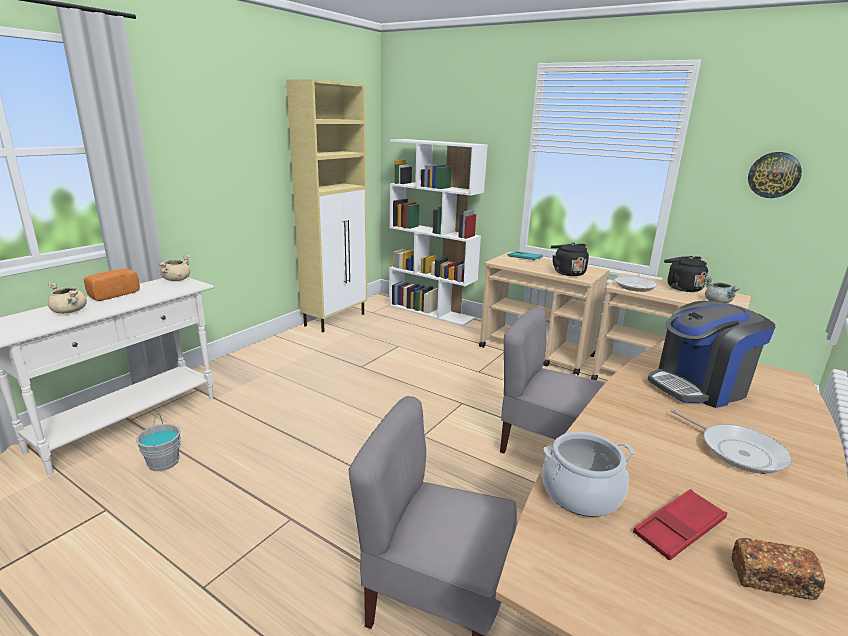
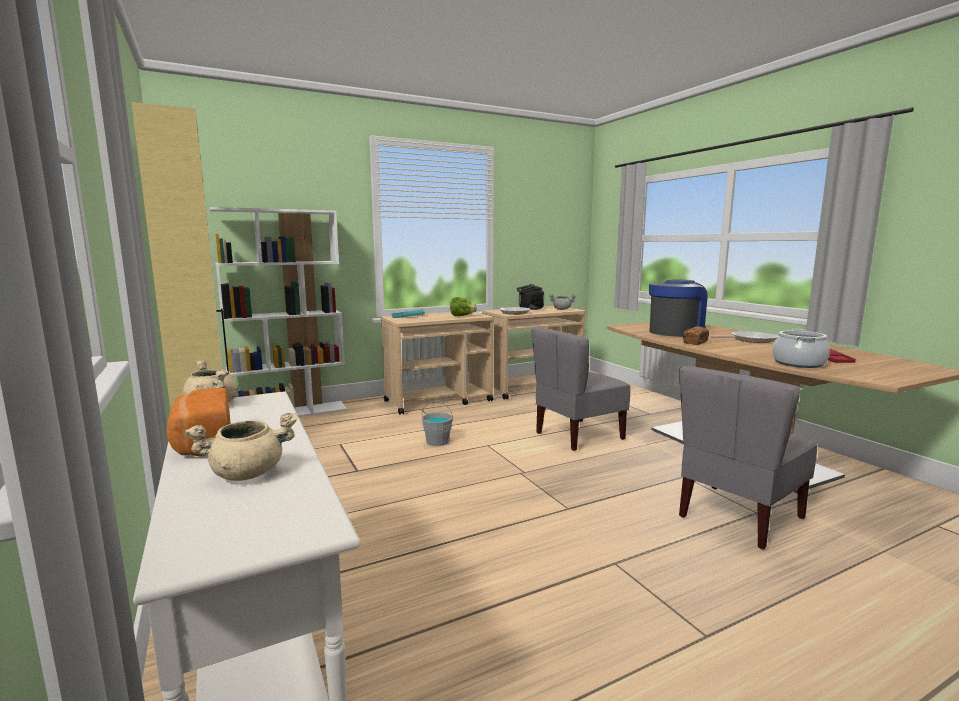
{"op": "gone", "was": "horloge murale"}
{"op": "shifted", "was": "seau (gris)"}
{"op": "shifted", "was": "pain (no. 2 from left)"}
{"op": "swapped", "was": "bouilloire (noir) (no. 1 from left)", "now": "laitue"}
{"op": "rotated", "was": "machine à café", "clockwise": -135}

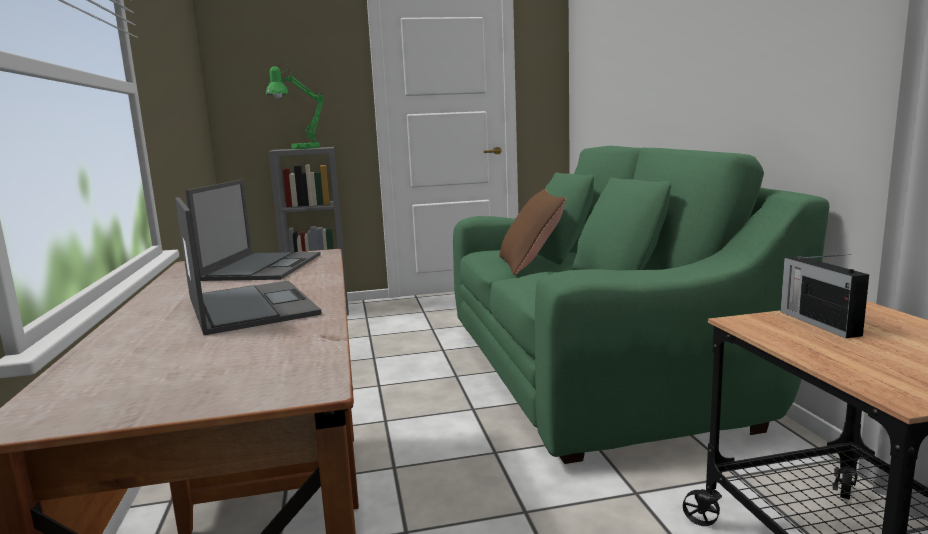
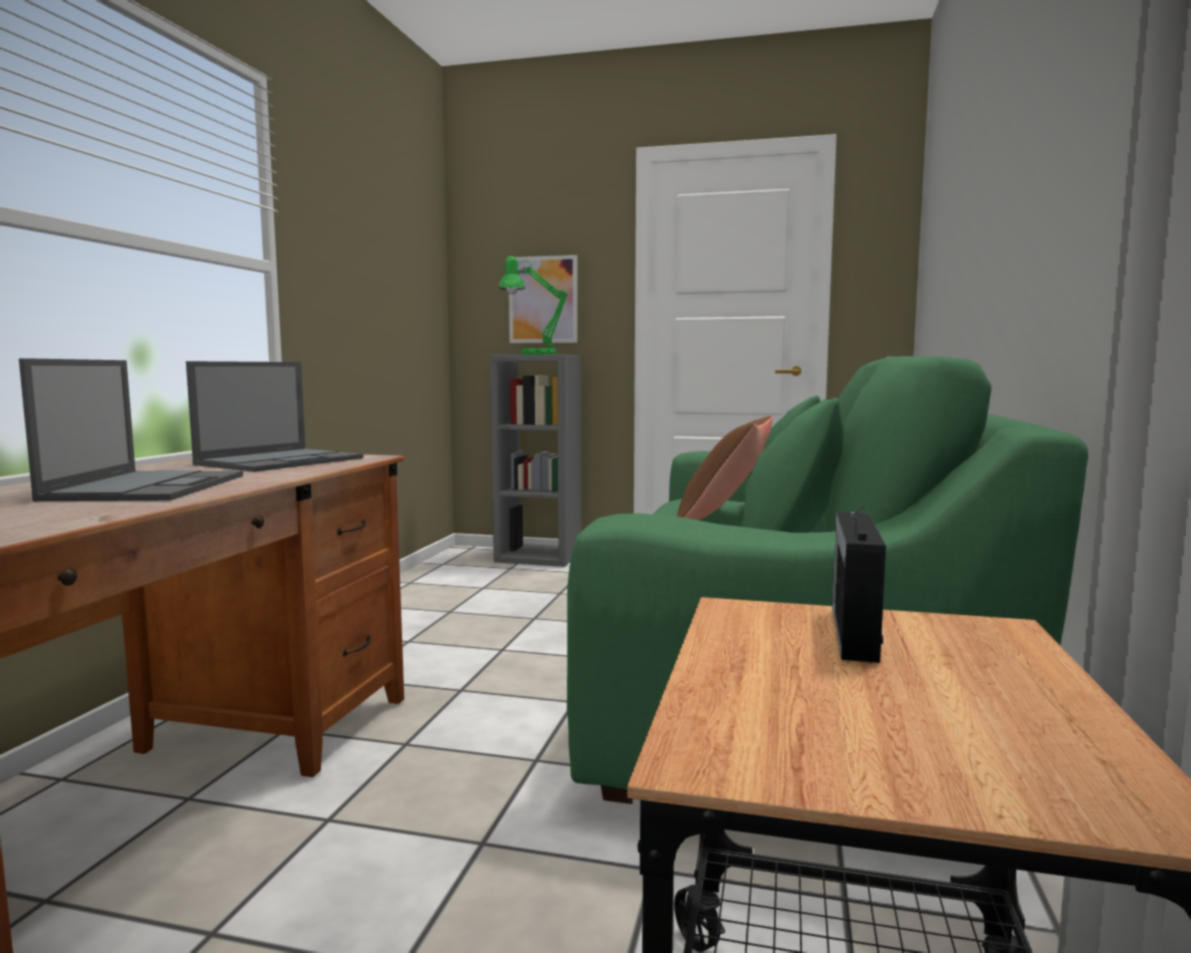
{"op": "new", "now": "tableau"}

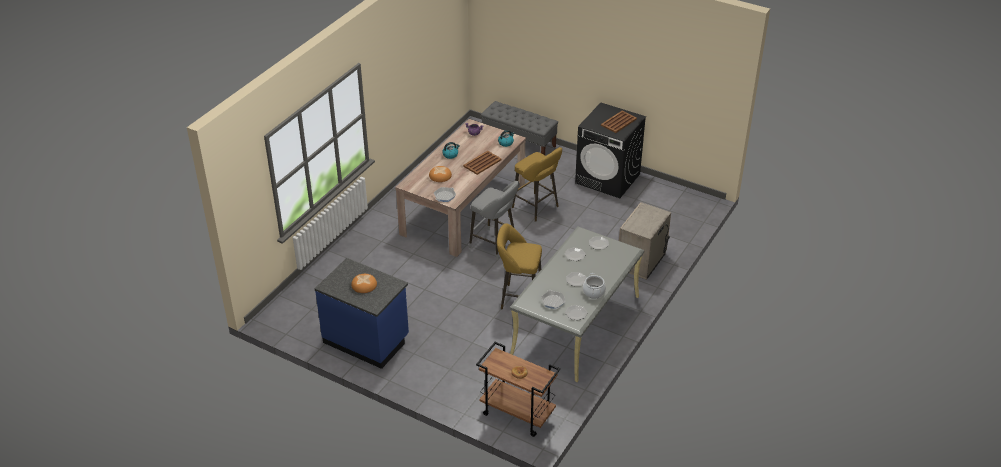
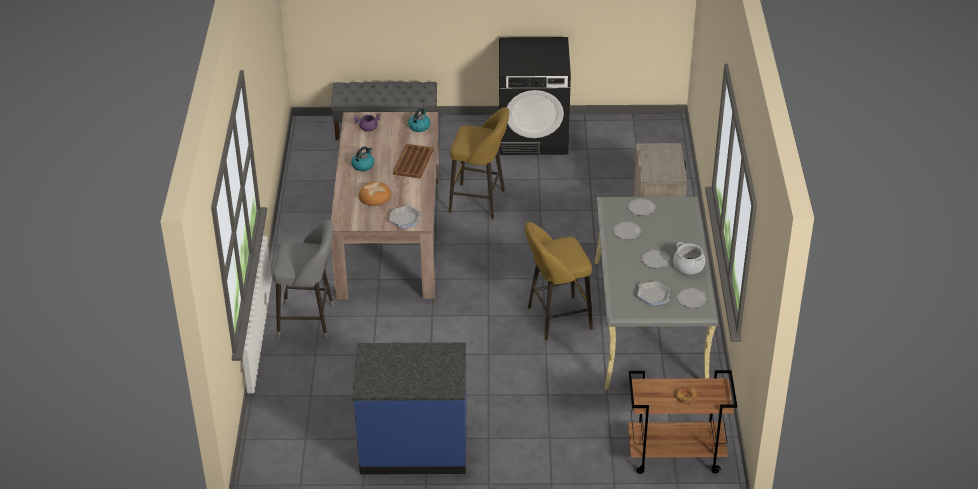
{"op": "gone", "was": "pain (no. 1 from left)"}
{"op": "gone", "was": "plateau (marron) (no. 2 from left)"}
{"op": "shifted", "was": "tabouret (gris)"}

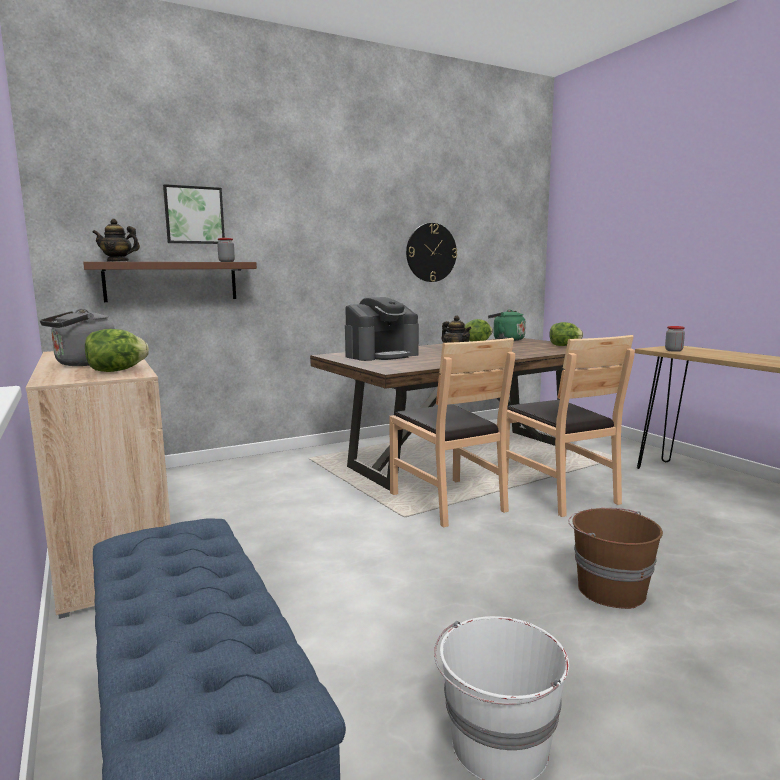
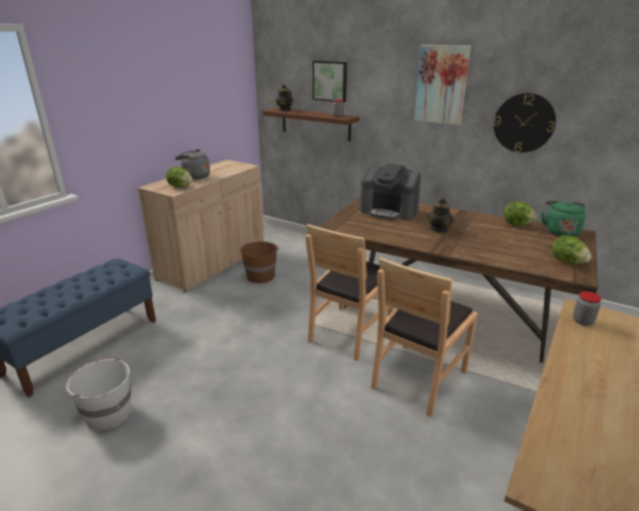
{"op": "new", "now": "tableau (no. 2 from left)"}
{"op": "shifted", "was": "seau (marron)"}

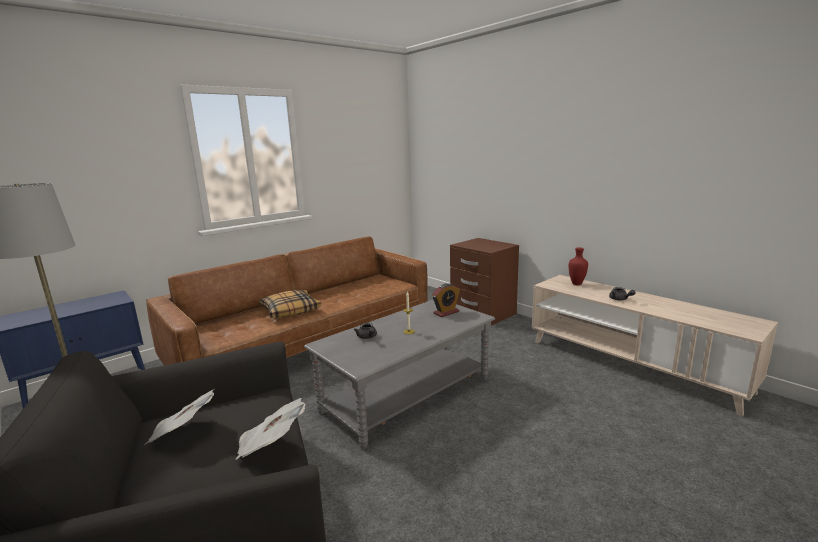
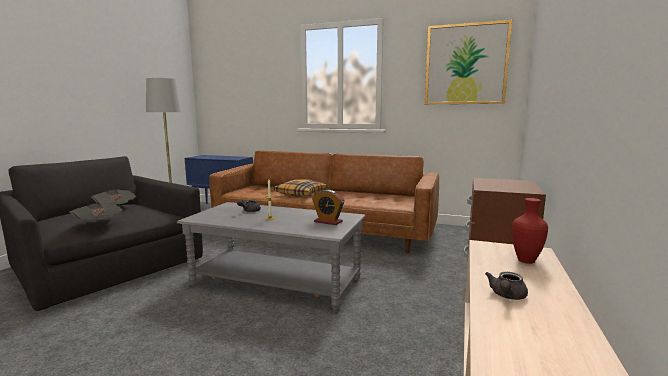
{"op": "new", "now": "tableau"}

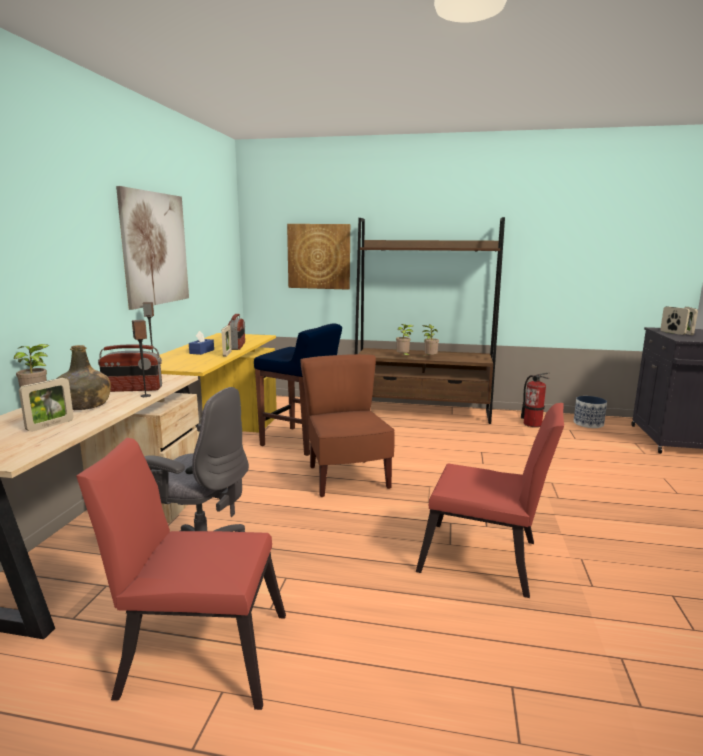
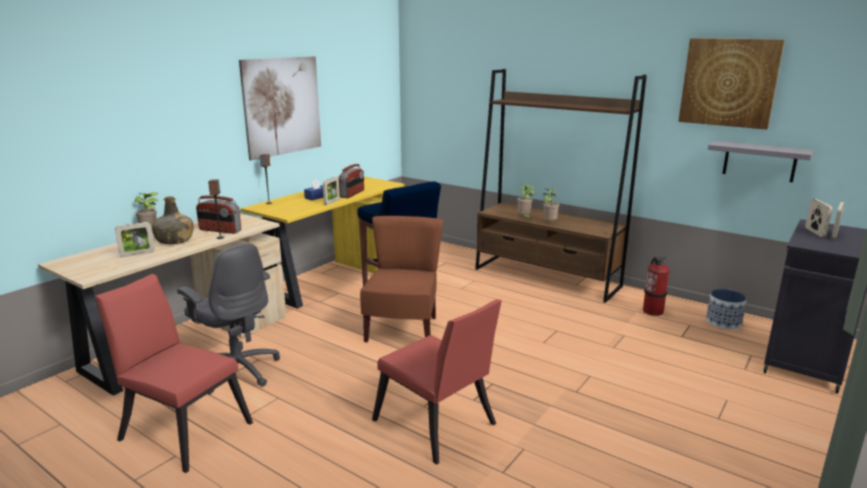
{"op": "new", "now": "étagère (gris)"}
{"op": "shifted", "was": "tableau (no. 2 from left)"}

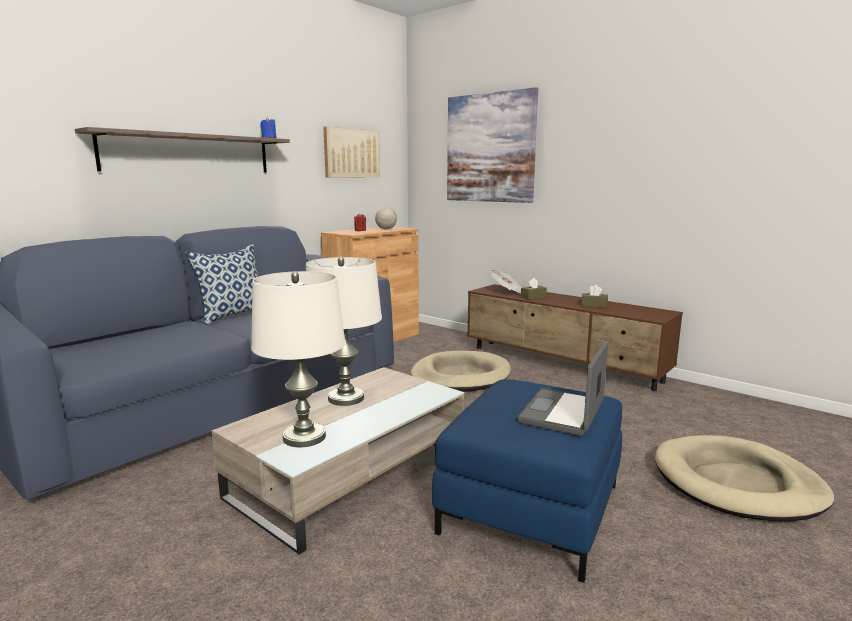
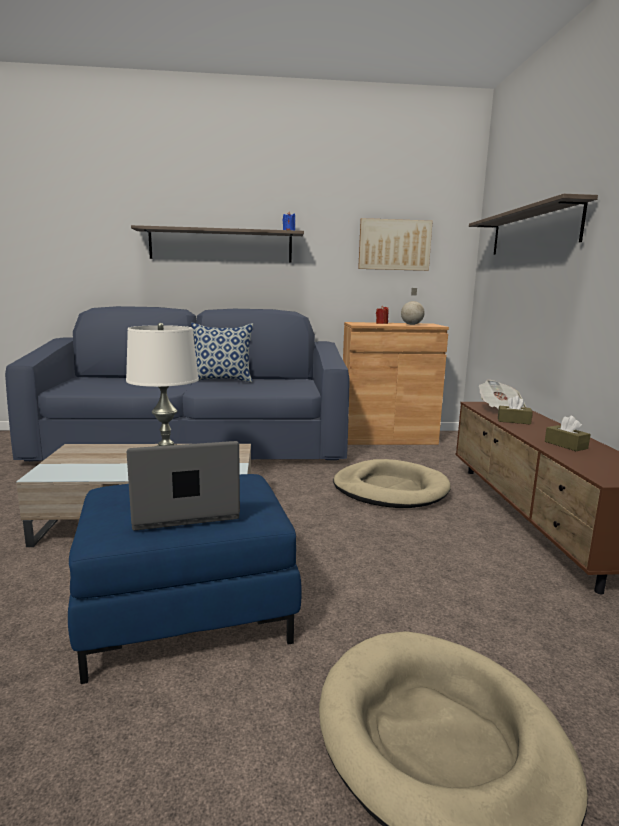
{"op": "gone", "was": "lampe de table (blanc) (no. 1 from left)"}
{"op": "swapped", "was": "tableau (no. 2 from left)", "now": "étagère (no. 2 from left)"}

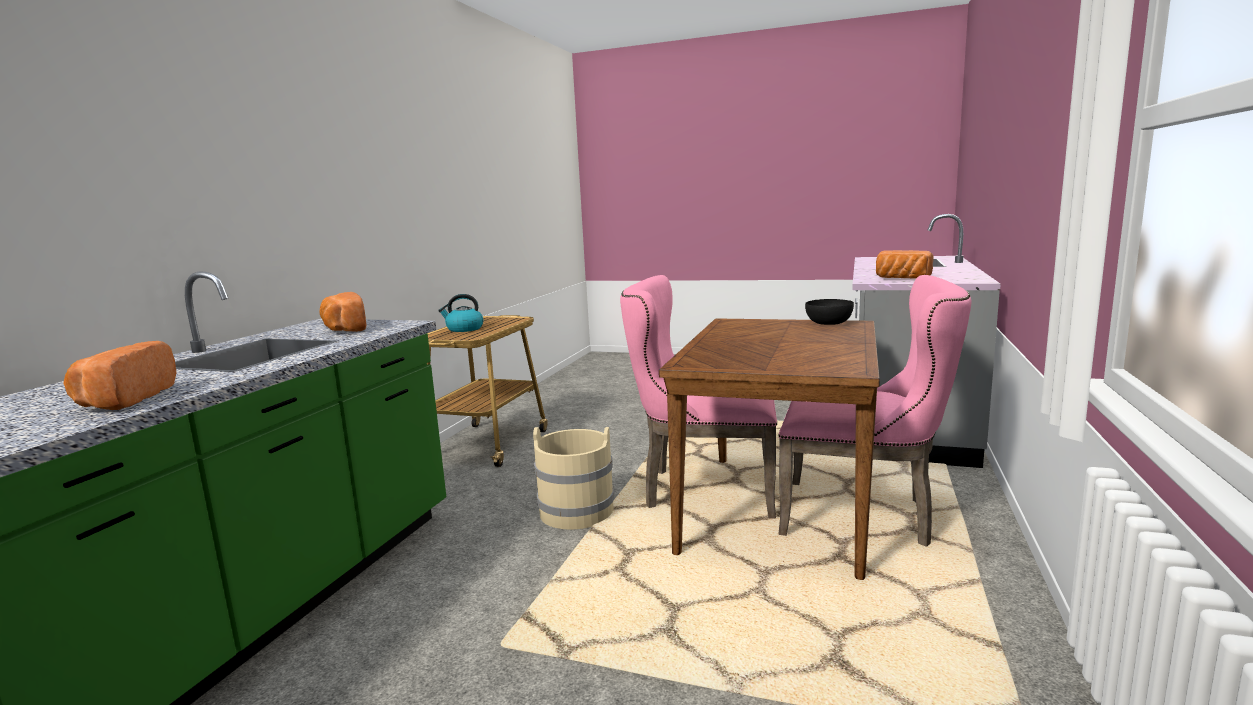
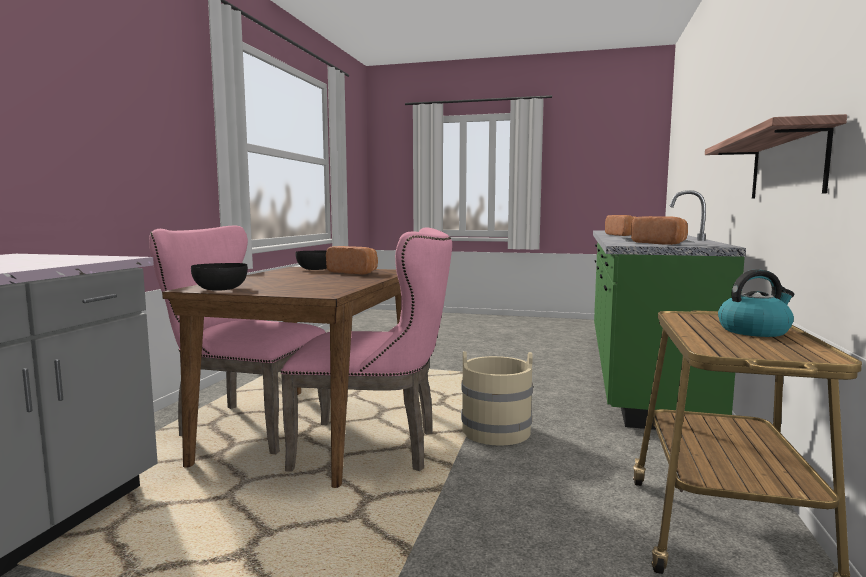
{"op": "new", "now": "bol (noir) (no. 2 from left)"}
{"op": "new", "now": "étagère"}
{"op": "shifted", "was": "pain (no. 3 from left in the first image)", "now": "pain (no. 1 from left)"}

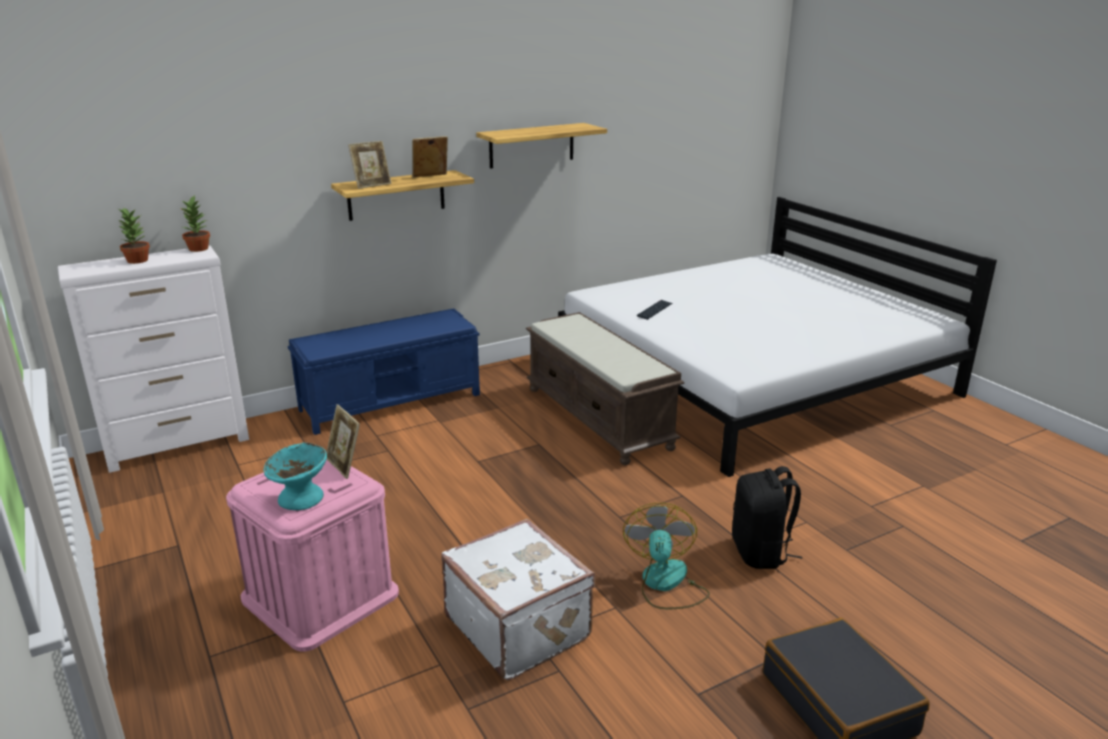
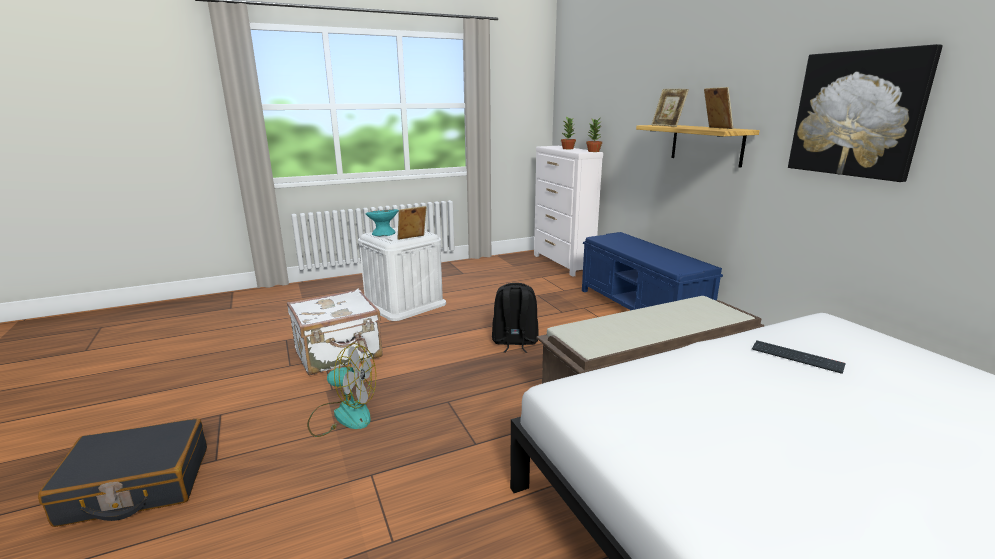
{"op": "shifted", "was": "sac à dos (noir)"}
{"op": "swapped", "was": "étagère (no. 2 from left)", "now": "tableau"}
{"op": "repainted", "was": "boîte de rangement (rose)", "now": "boîte de rangement (blanc)"}

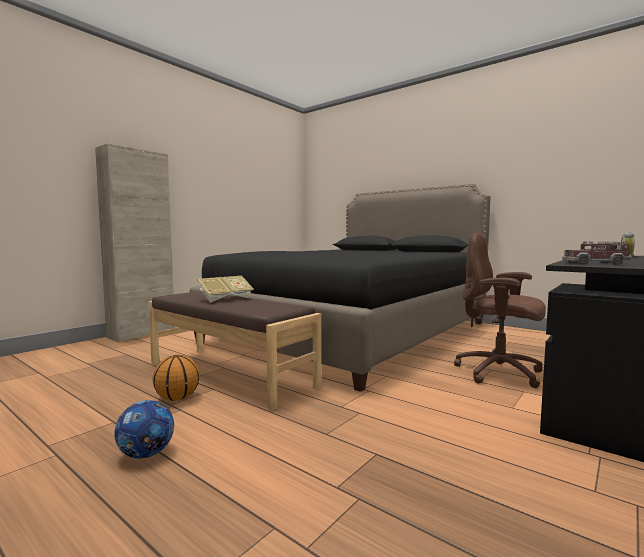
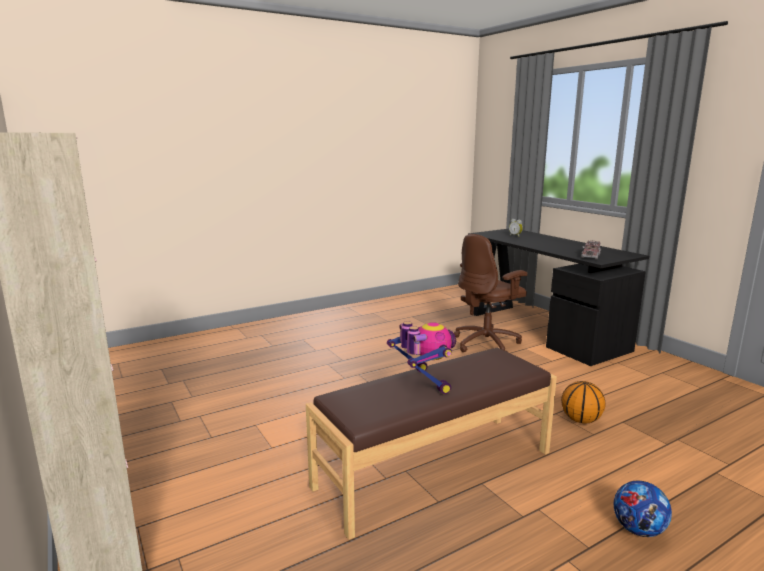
{"op": "gone", "was": "lit (noir)"}
{"op": "shifted", "was": "ballon de basket"}
{"op": "swapped", "was": "livre", "now": "robot jouet"}

